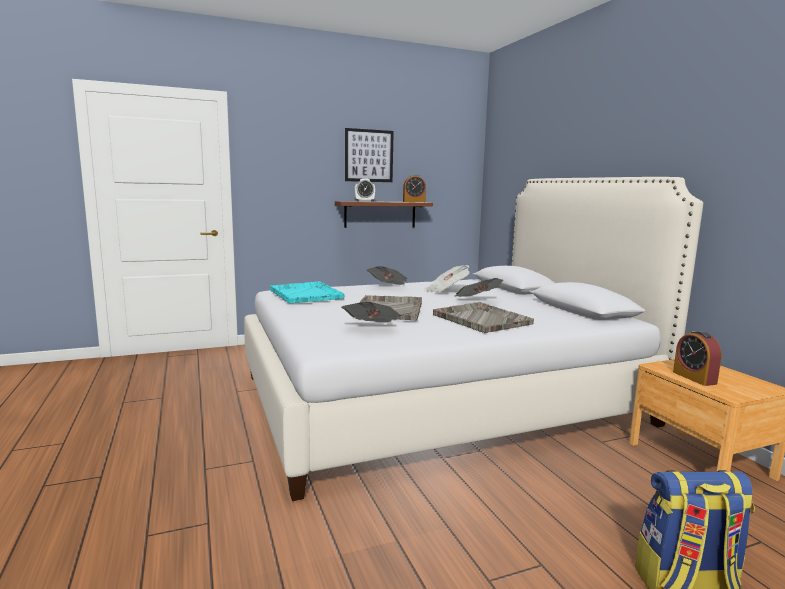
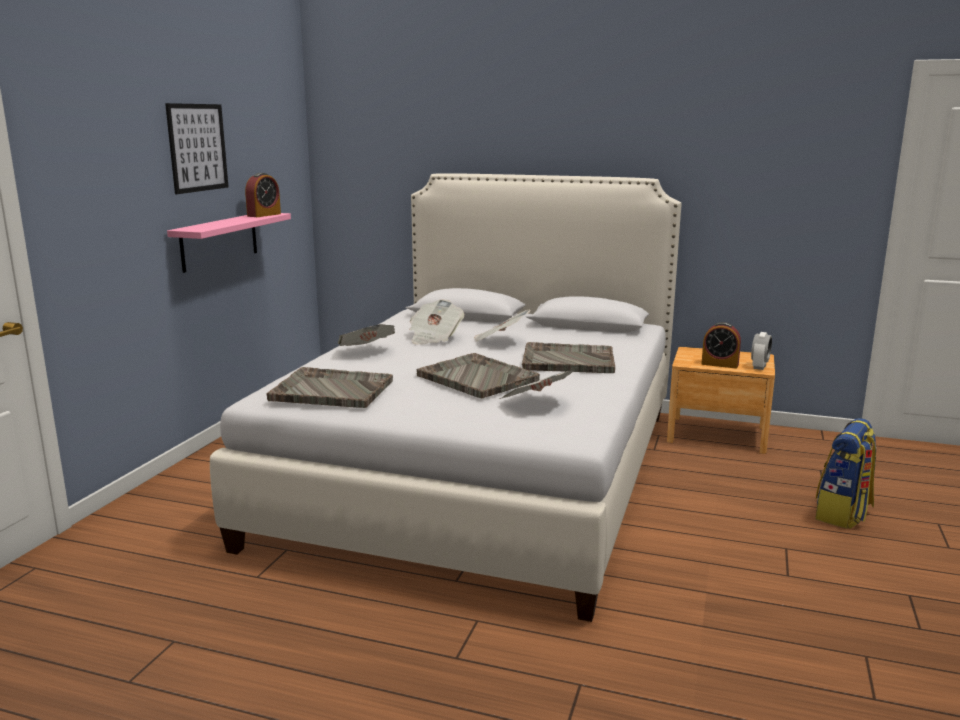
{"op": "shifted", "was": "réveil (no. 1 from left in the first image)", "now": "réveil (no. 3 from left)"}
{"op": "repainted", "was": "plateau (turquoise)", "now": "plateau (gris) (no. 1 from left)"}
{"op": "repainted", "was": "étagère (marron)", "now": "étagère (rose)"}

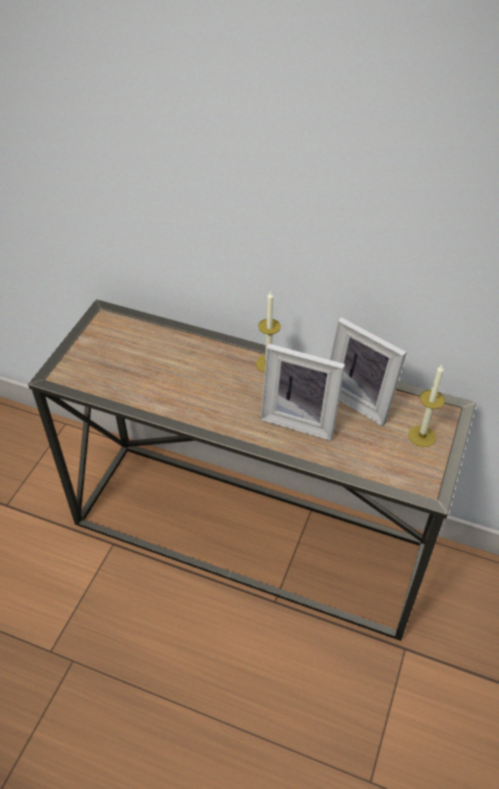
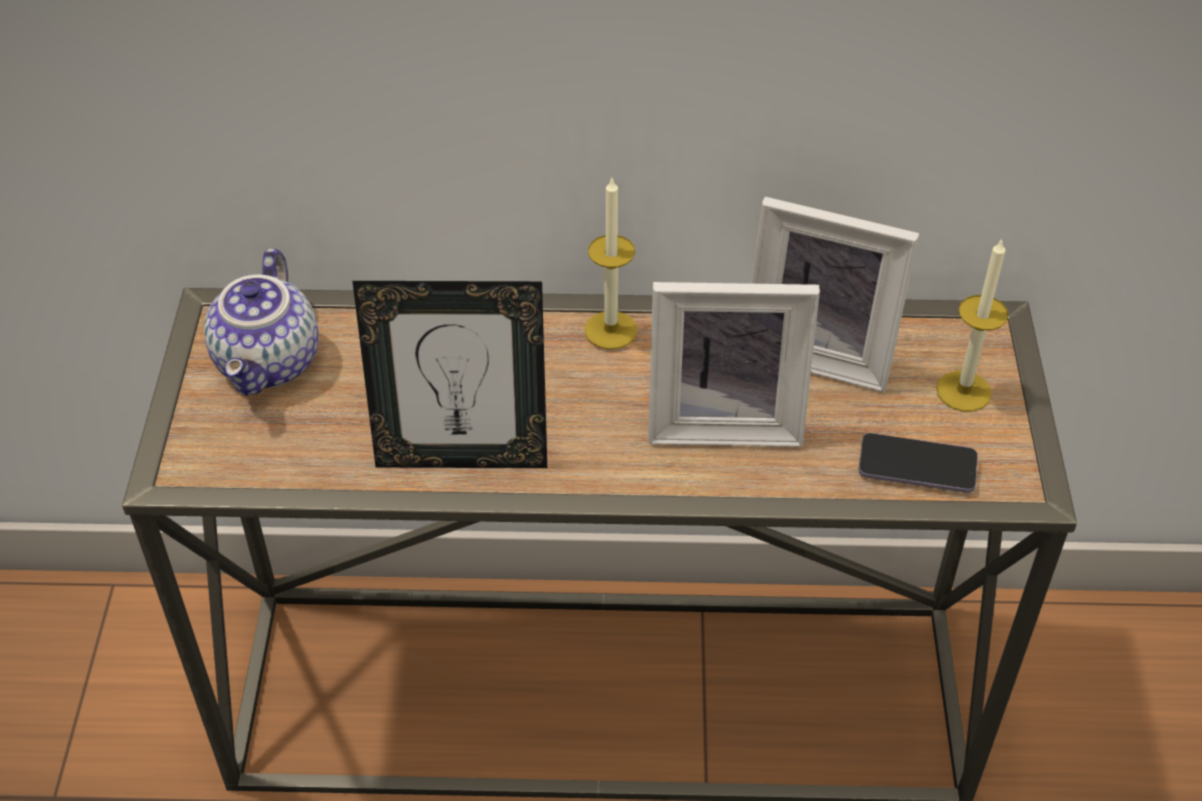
{"op": "new", "now": "théière"}
{"op": "new", "now": "cadre photo (no. 1 from left)"}
{"op": "new", "now": "téléphone"}

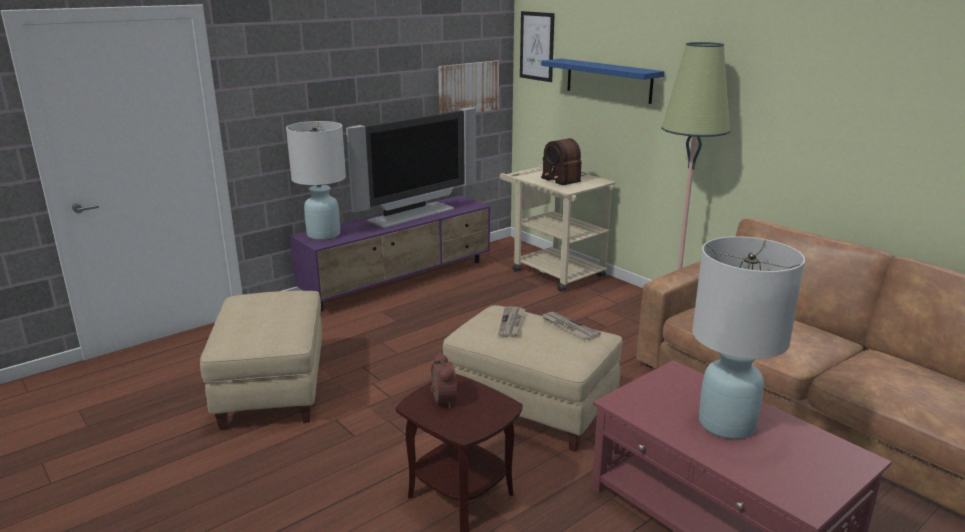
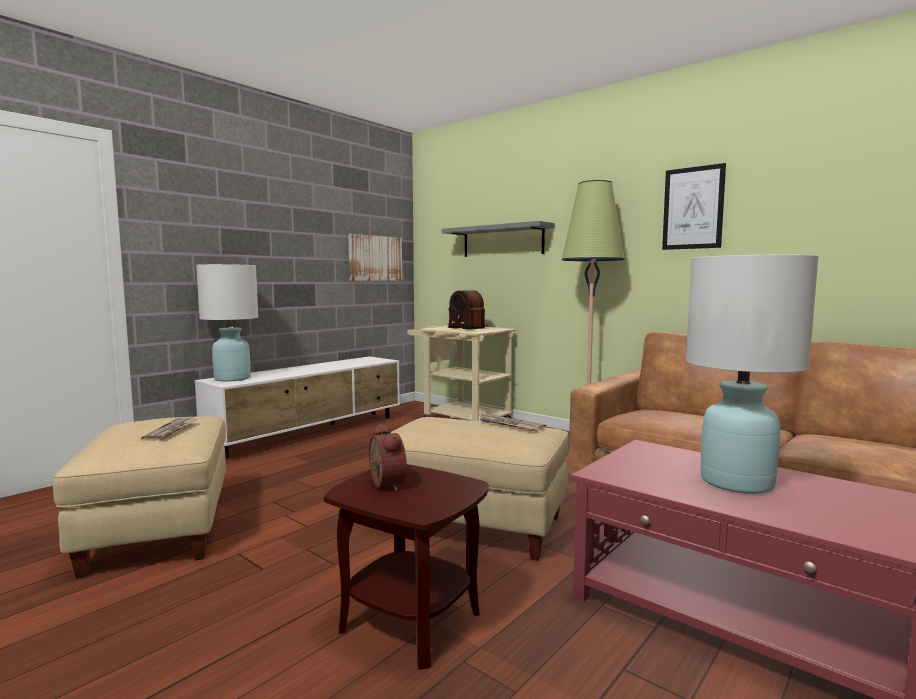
{"op": "gone", "was": "téléviseur"}
{"op": "shifted", "was": "journal (no. 1 from left)"}
{"op": "shifted", "was": "tableau (no. 2 from left)"}
{"op": "repainted", "was": "meuble télé (violet)", "now": "meuble télé (blanc)"}
{"op": "repainted", "was": "étagère (bleu)", "now": "étagère (gris)"}

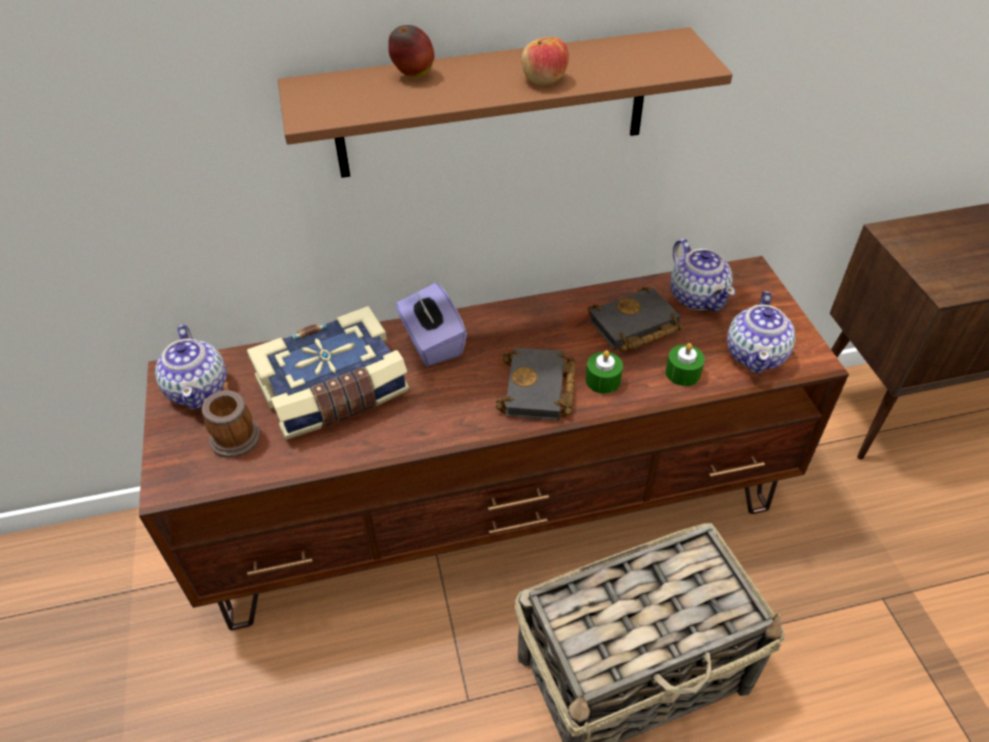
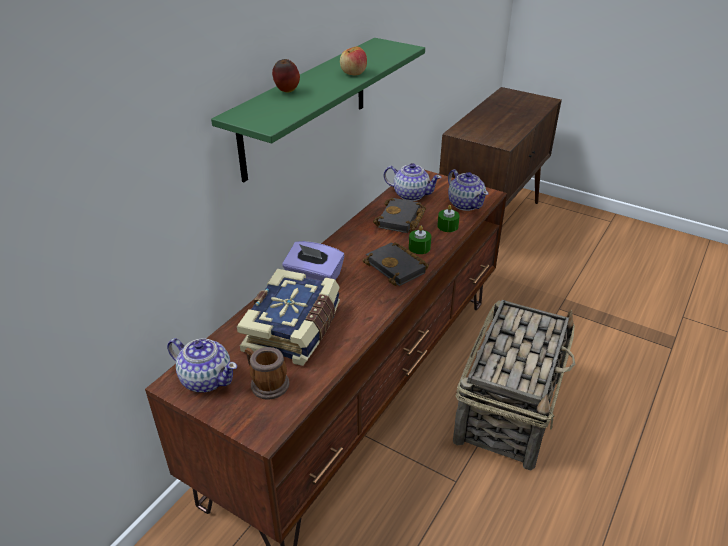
{"op": "repainted", "was": "étagère (marron)", "now": "étagère (vert)"}

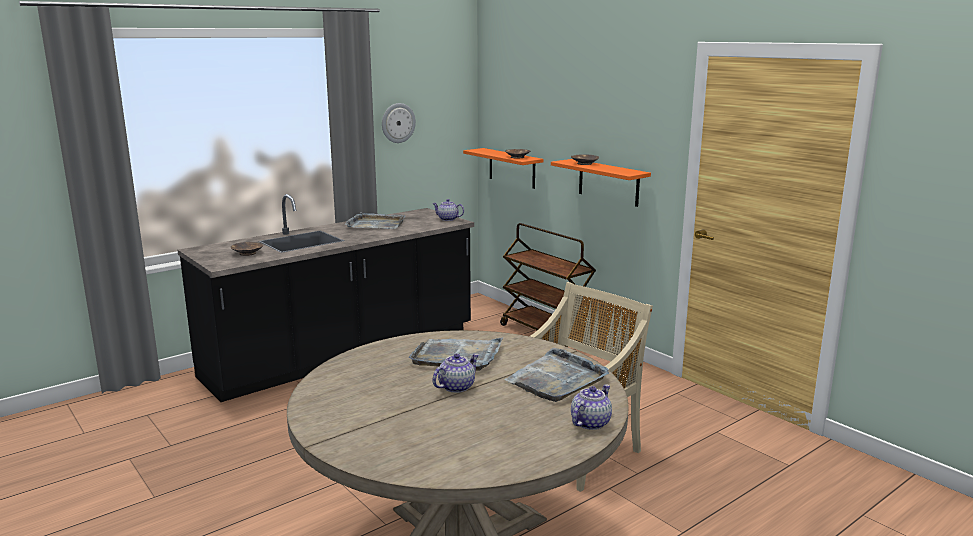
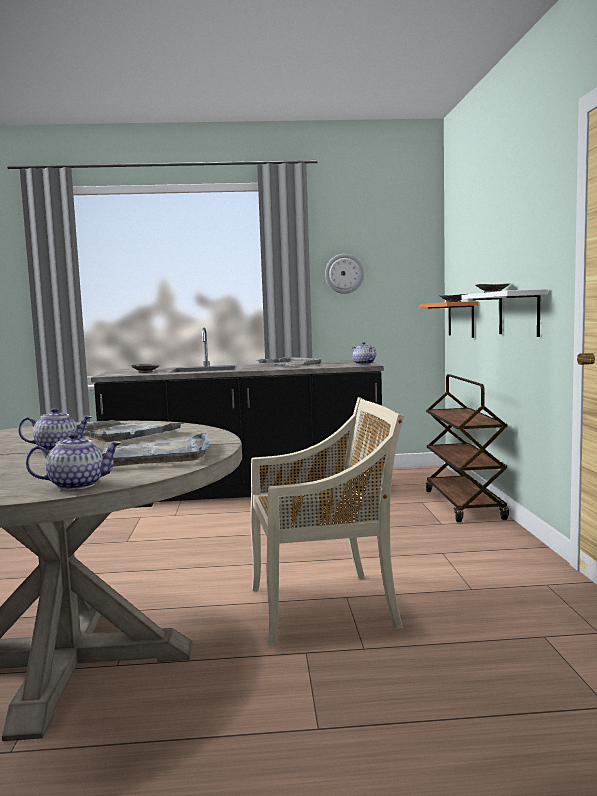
{"op": "repainted", "was": "étagère (orange) (no. 2 from left)", "now": "étagère (blanc)"}

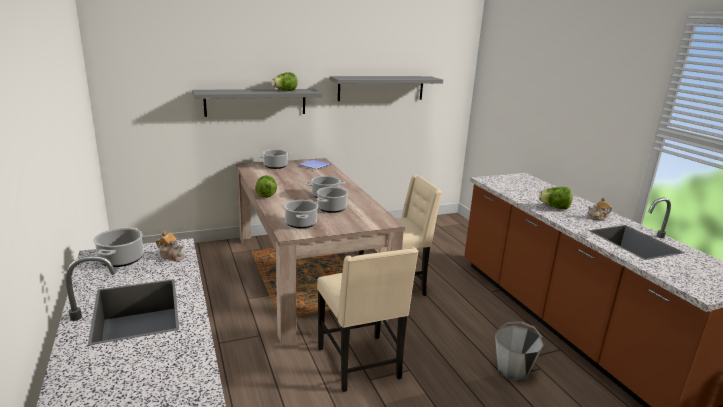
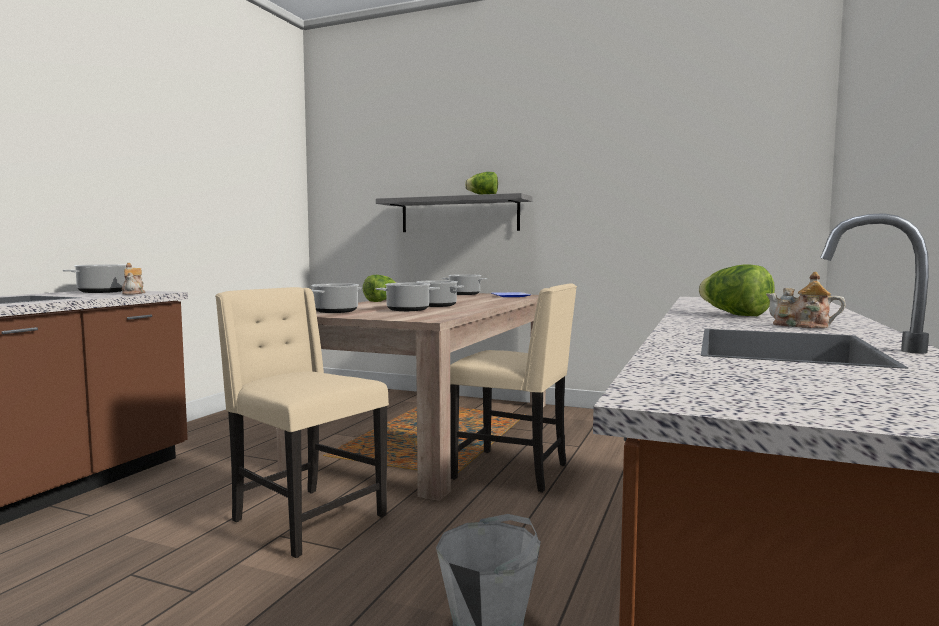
{"op": "gone", "was": "étagère (gris) (no. 2 from left)"}
{"op": "rotated", "was": "chaise (beige) (no. 1 from left)", "clockwise": 105}

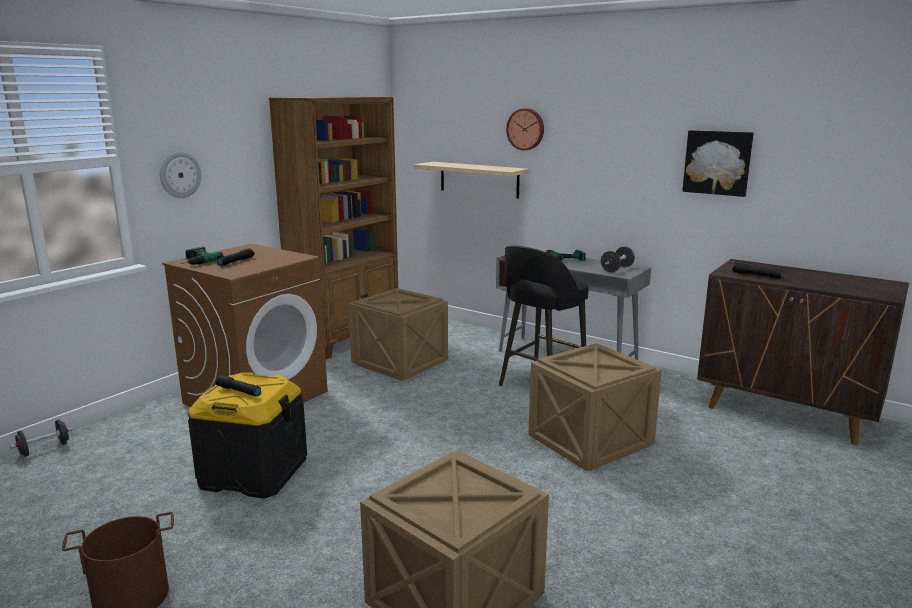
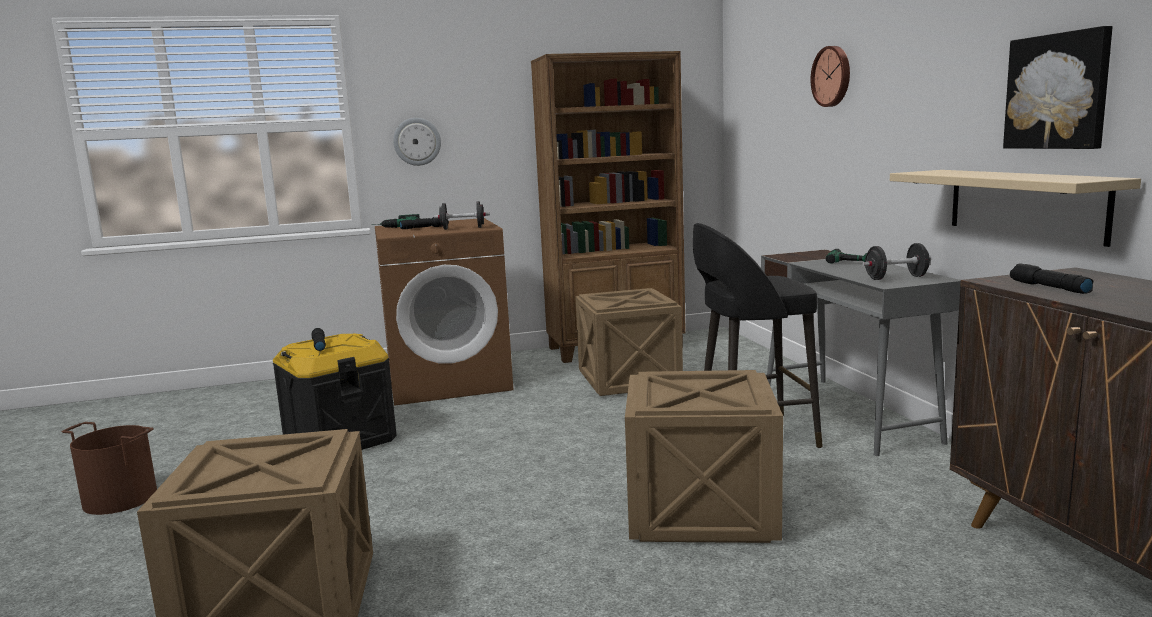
{"op": "shifted", "was": "haltère (noir) (no. 1 from left)"}
{"op": "shifted", "was": "étagère (beige)"}

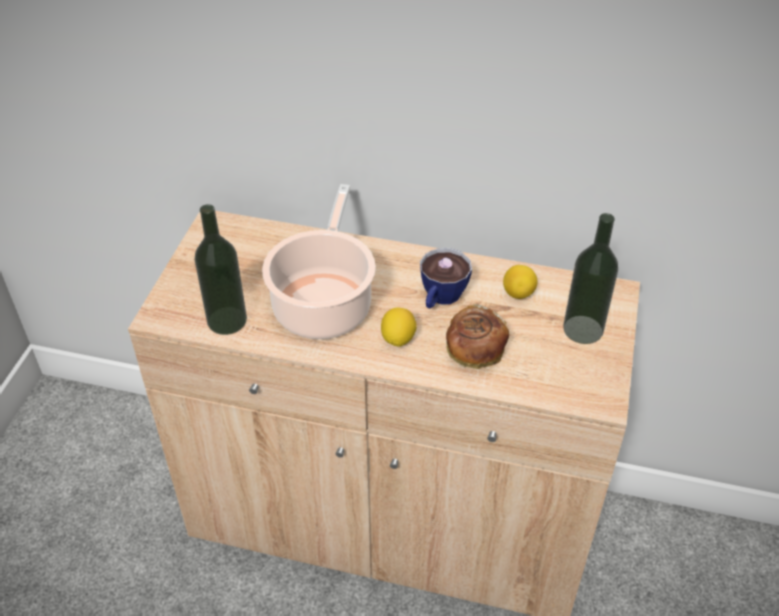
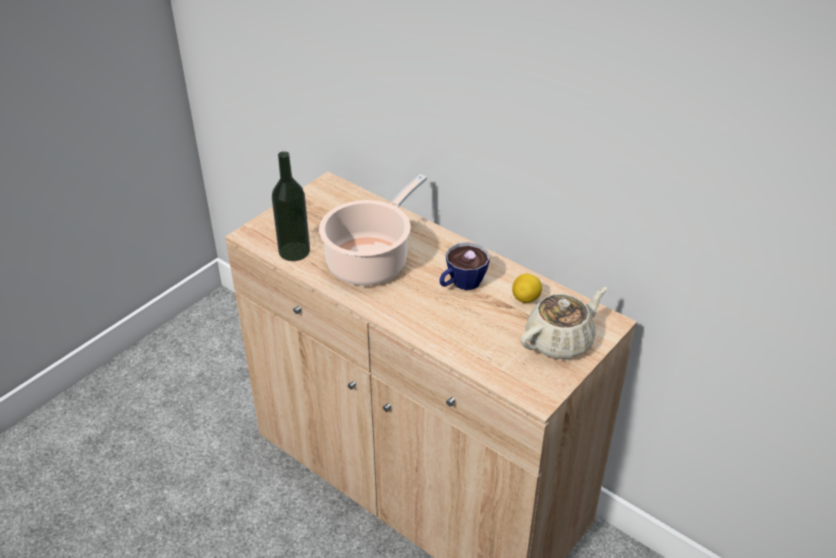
{"op": "gone", "was": "citron (no. 1 from left)"}
{"op": "gone", "was": "pain"}
{"op": "swapped", "was": "bouteille (no. 2 from left)", "now": "théière (beige)"}

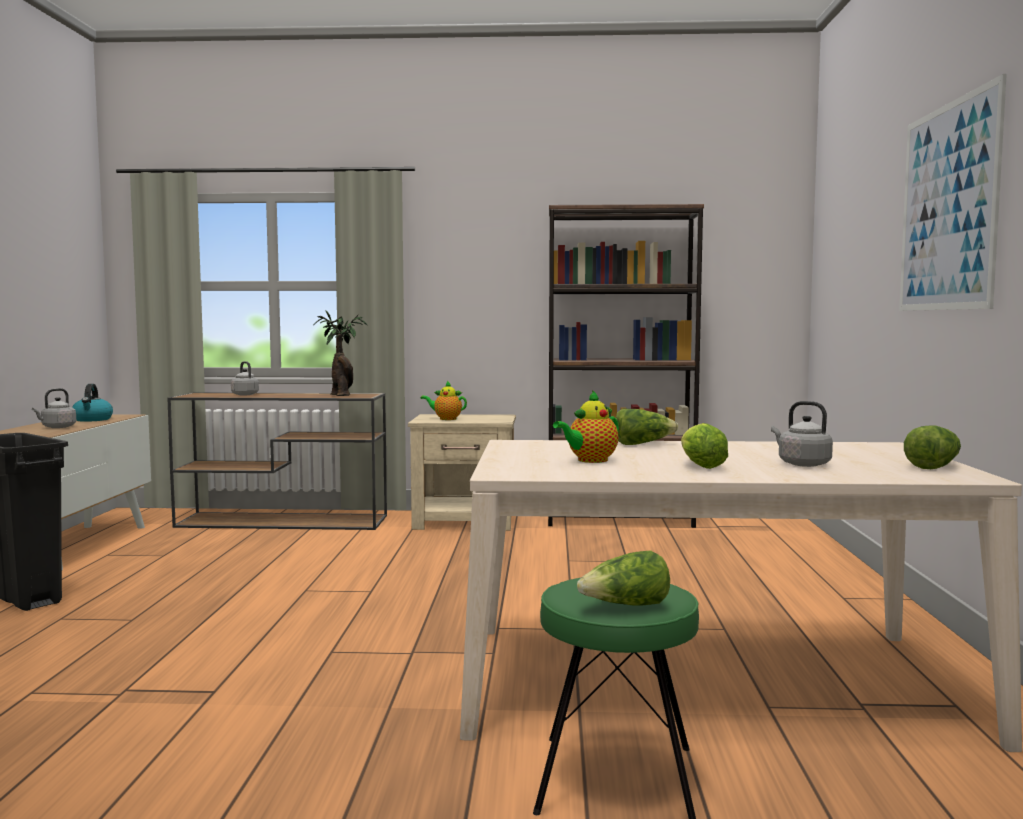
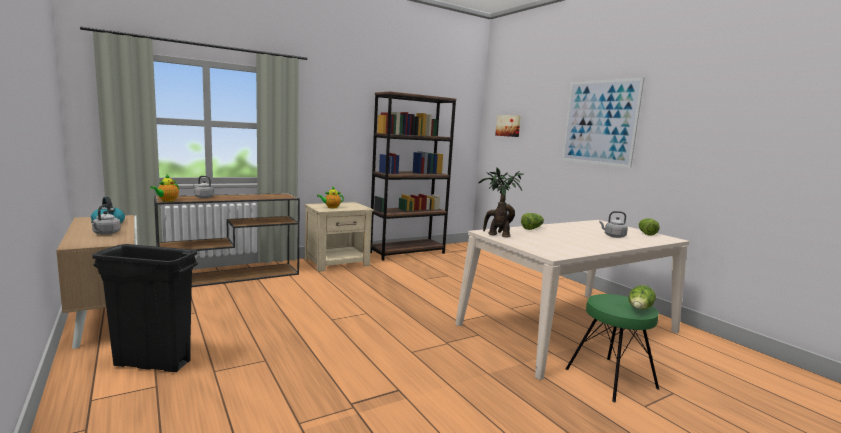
{"op": "gone", "was": "laitue (no. 3 from left)"}
{"op": "new", "now": "tableau (no. 1 from left)"}
{"op": "shifted", "was": "plante en pot"}
{"op": "shifted", "was": "théière (no. 2 from left in the first image)", "now": "théière (no. 1 from left)"}

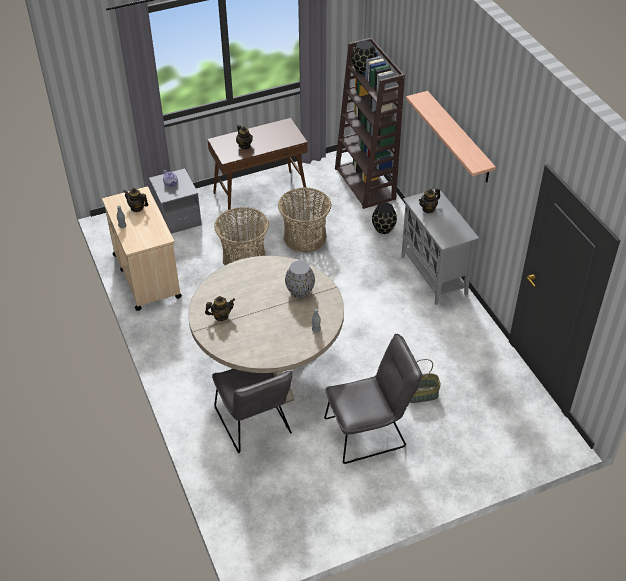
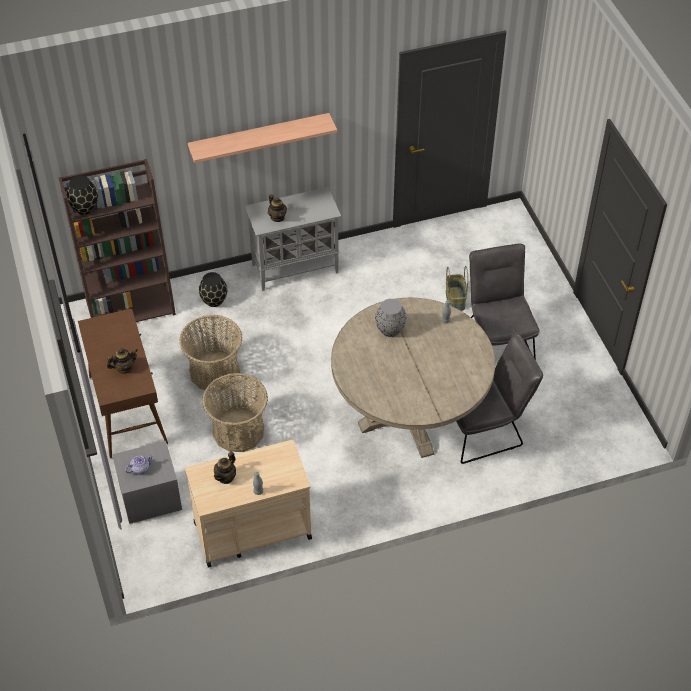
{"op": "gone", "was": "théière (no. 3 from left)"}

